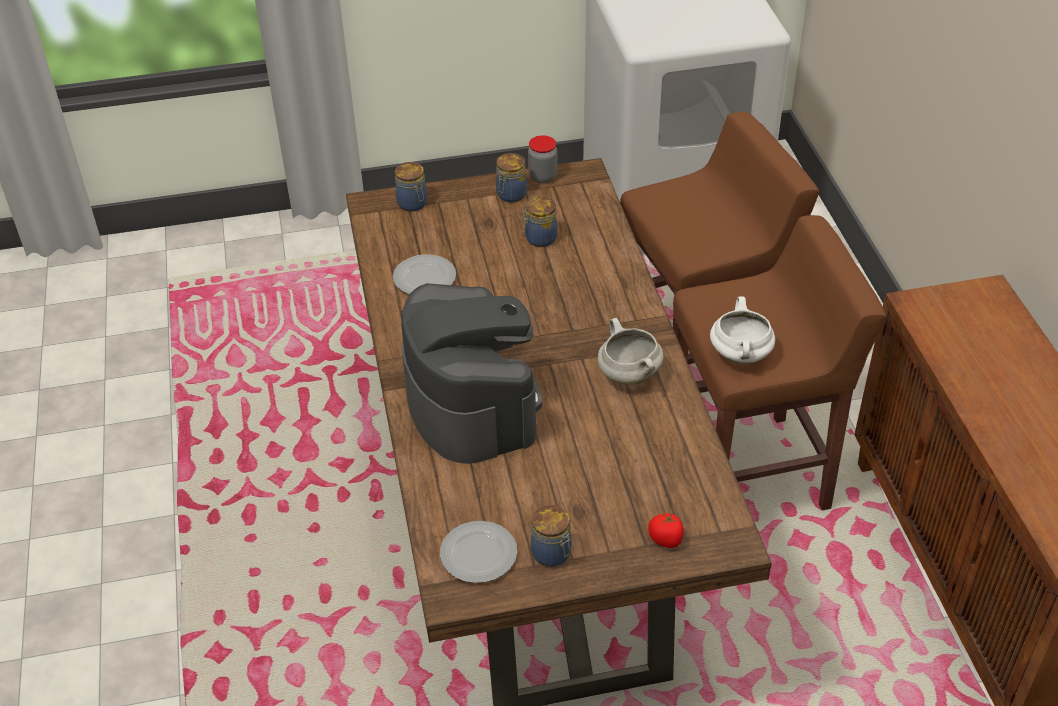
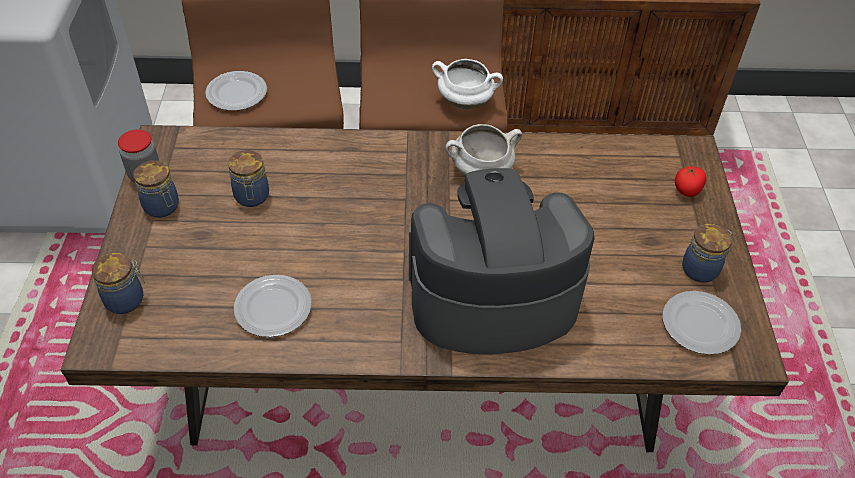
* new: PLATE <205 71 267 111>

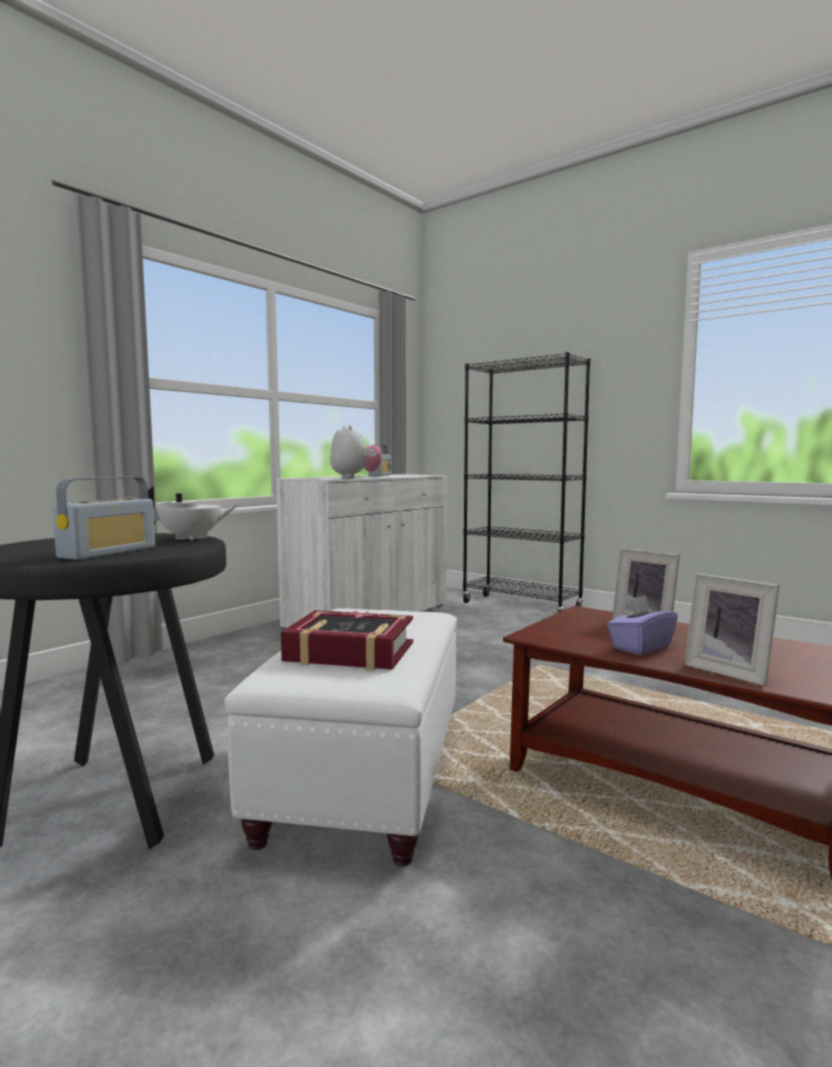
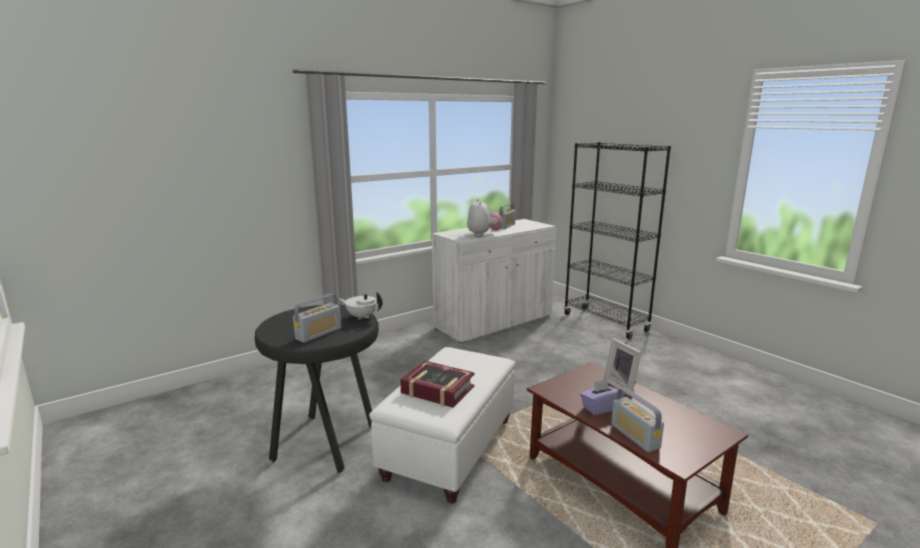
* rotated: WHITE TEAPOT <148 486 238 541> = <339 292 382 320> 150 degrees counterclockwise
* swapped: PICTURE FRAME <684 573 780 686> to RADIO <611 388 664 452>

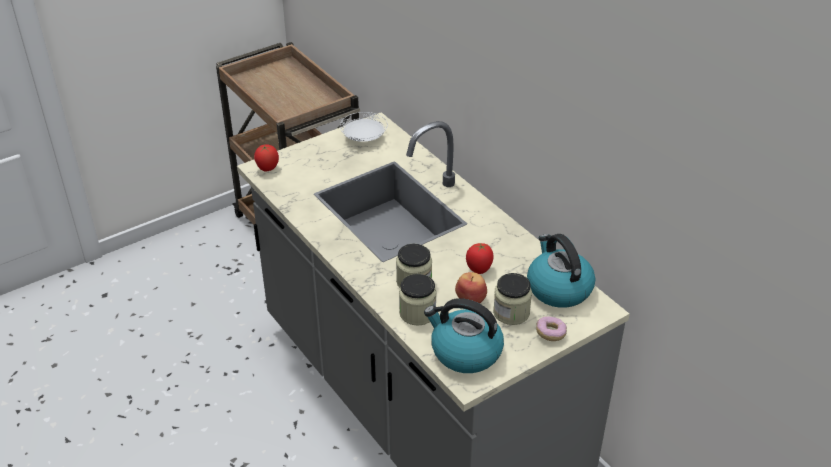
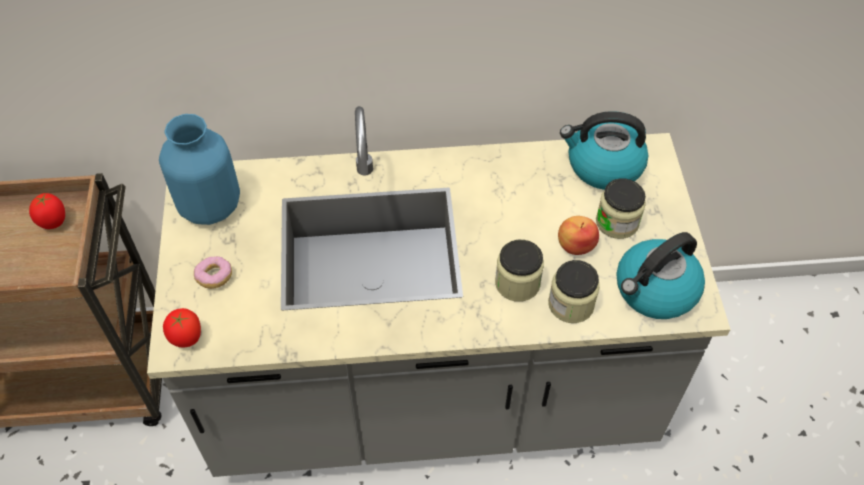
* swapped: WHITE PLATE <340 112 388 142> to BLUE VASE <159 114 240 225>
* shifted: TOMATO <466 243 494 274> to <29 193 65 229>
* shifted: DONUT <536 316 567 341> to <194 256 232 289>

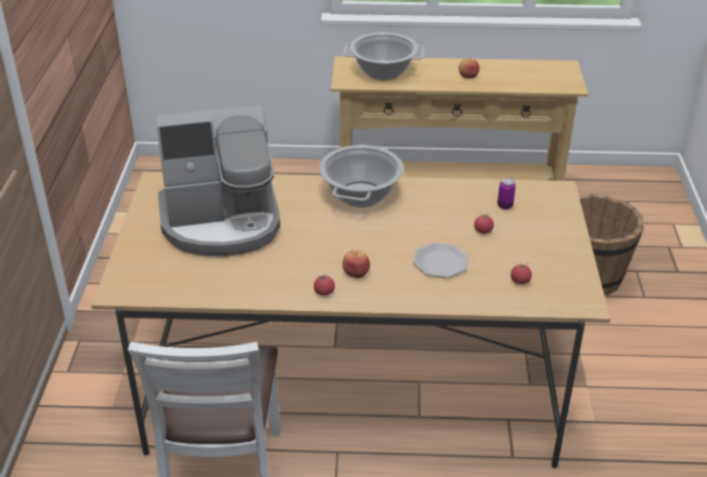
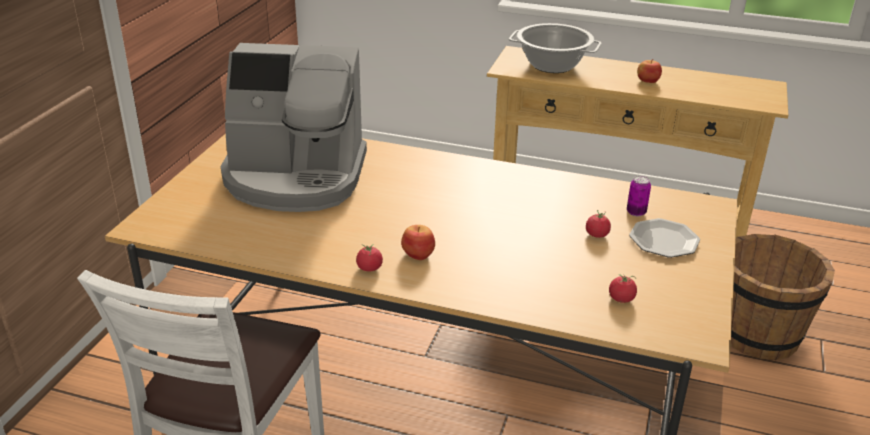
* gone: COOKING POT <319 145 404 207>
* shifted: PLATE <413 242 469 278> to <629 218 700 258>

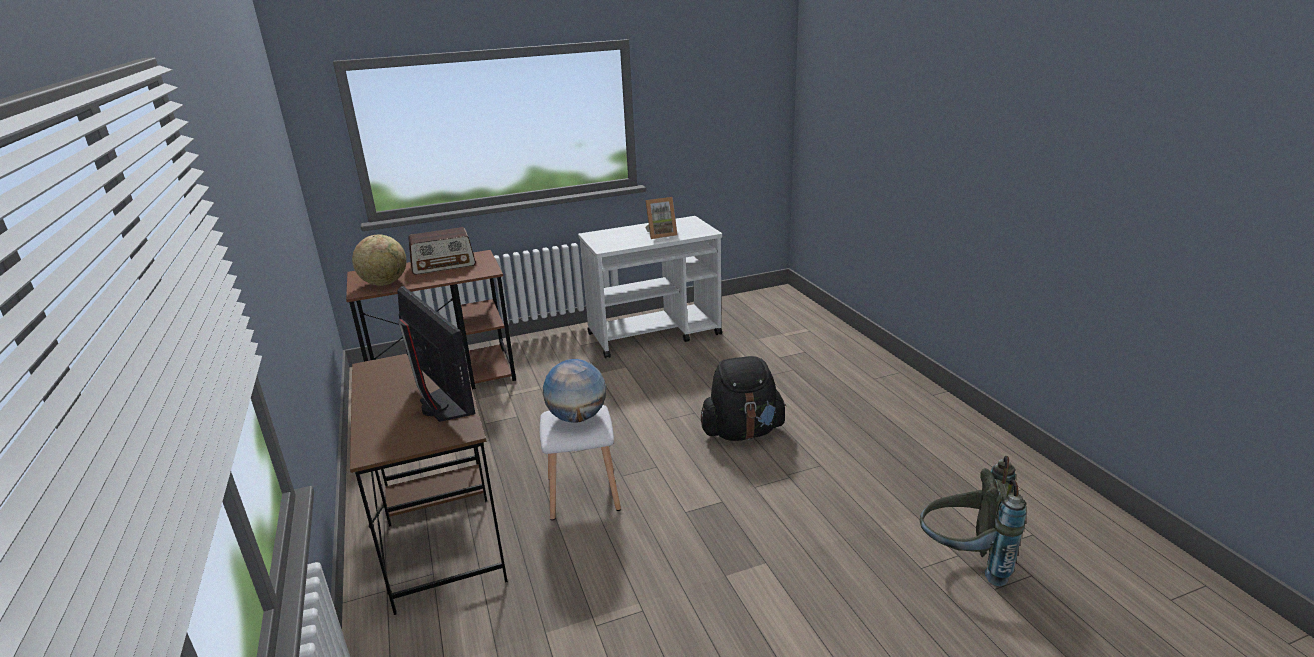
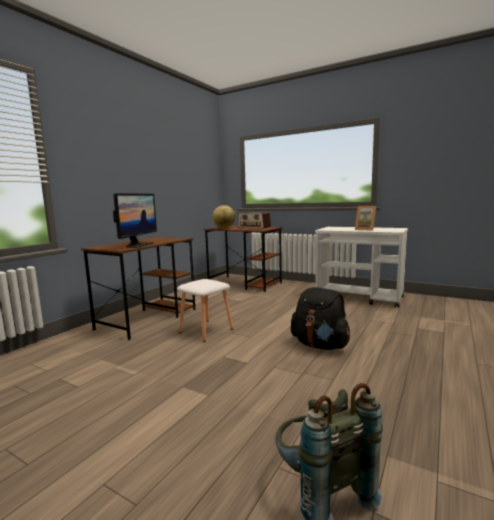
* gone: GLOBE <543 359 606 423>

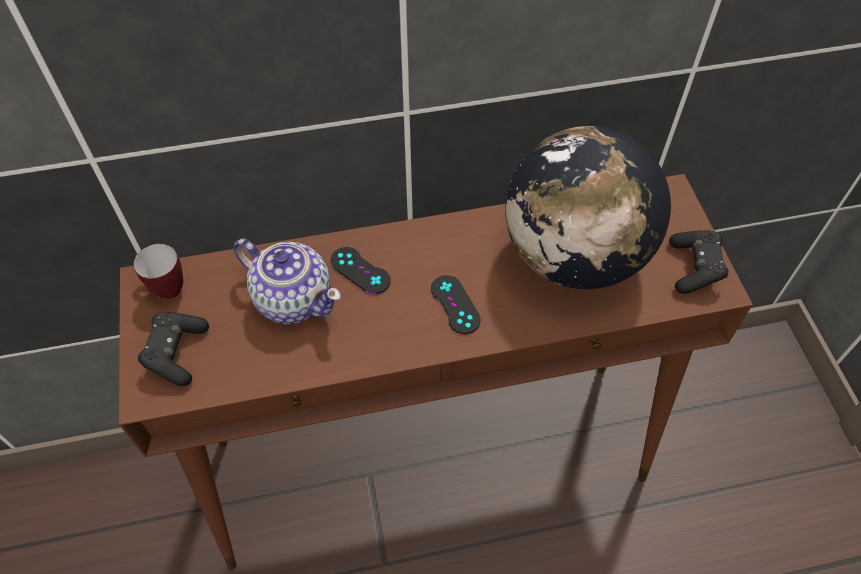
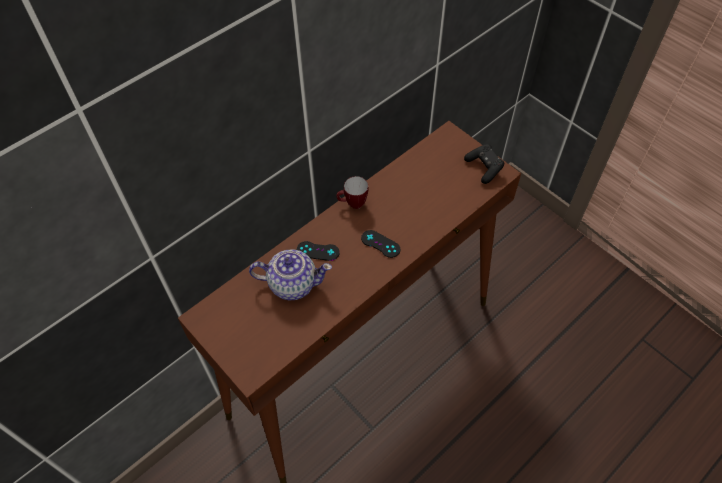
* gone: GLOBE <505 126 671 289>
* shifted: MUG <133 244 183 299> to <336 176 368 209>
* gone: BLACK GAME CONTROLLER <138 312 209 386>

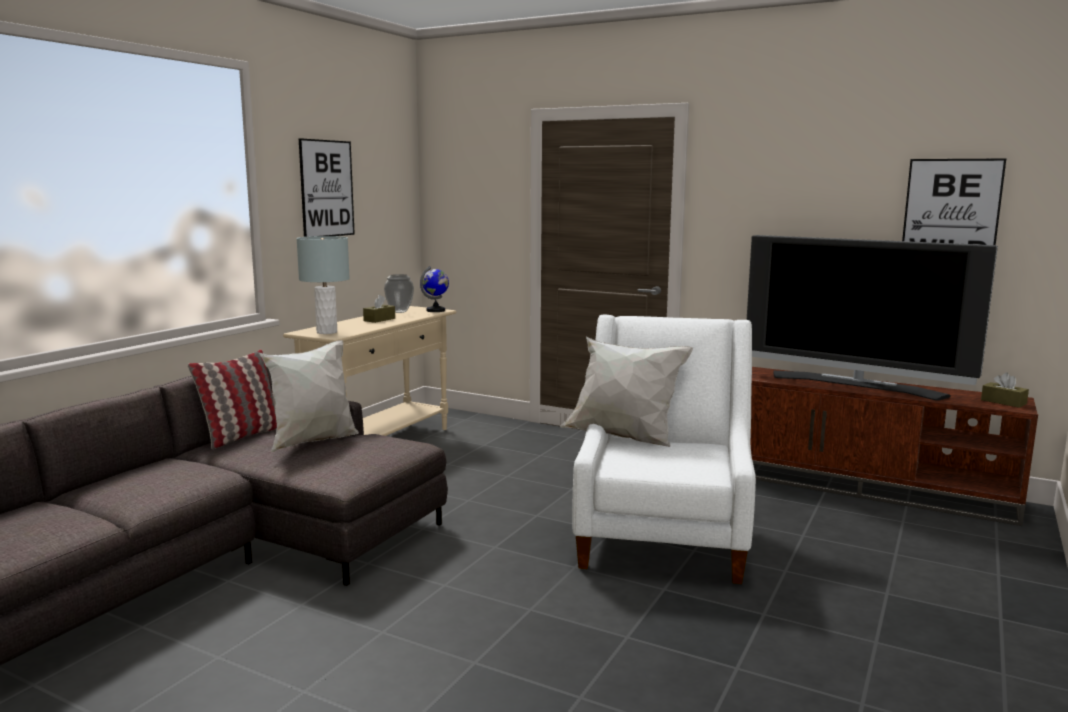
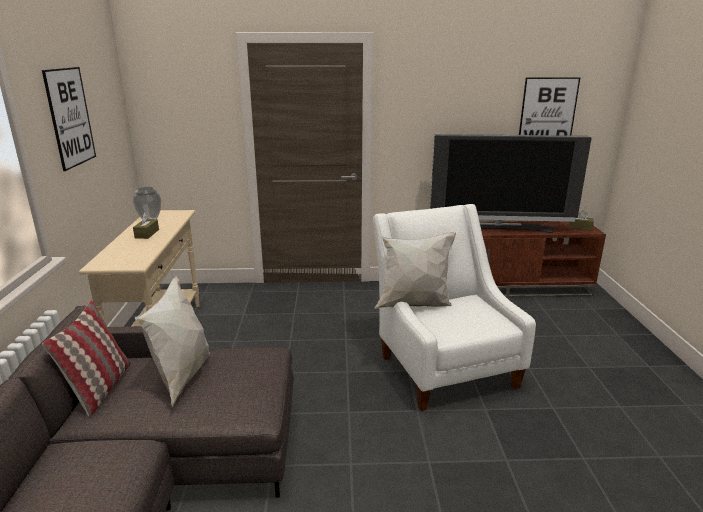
* gone: GREY TABLE LAMP <296 236 350 334>
* gone: GLOBE <420 266 449 312>

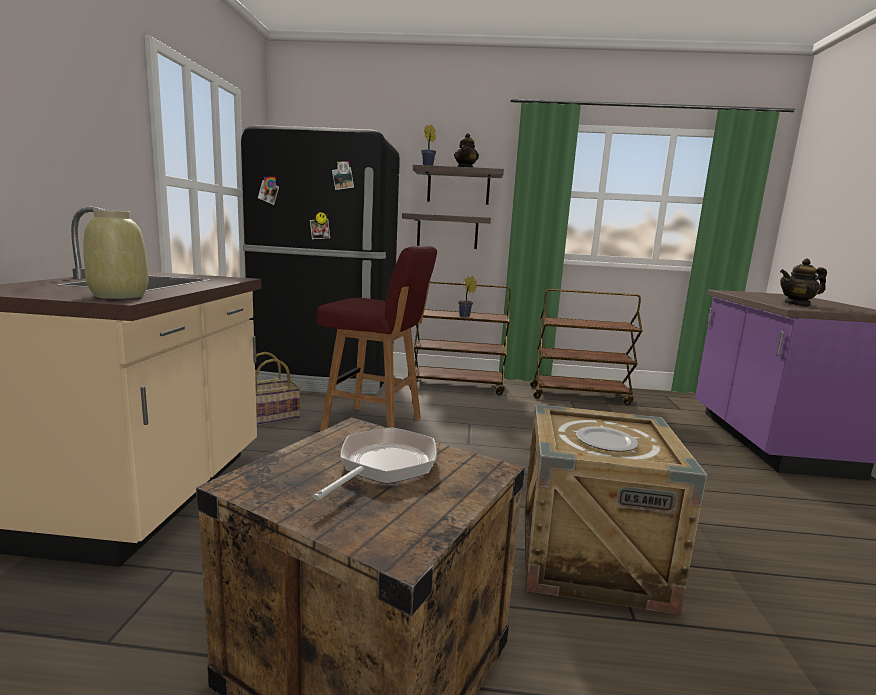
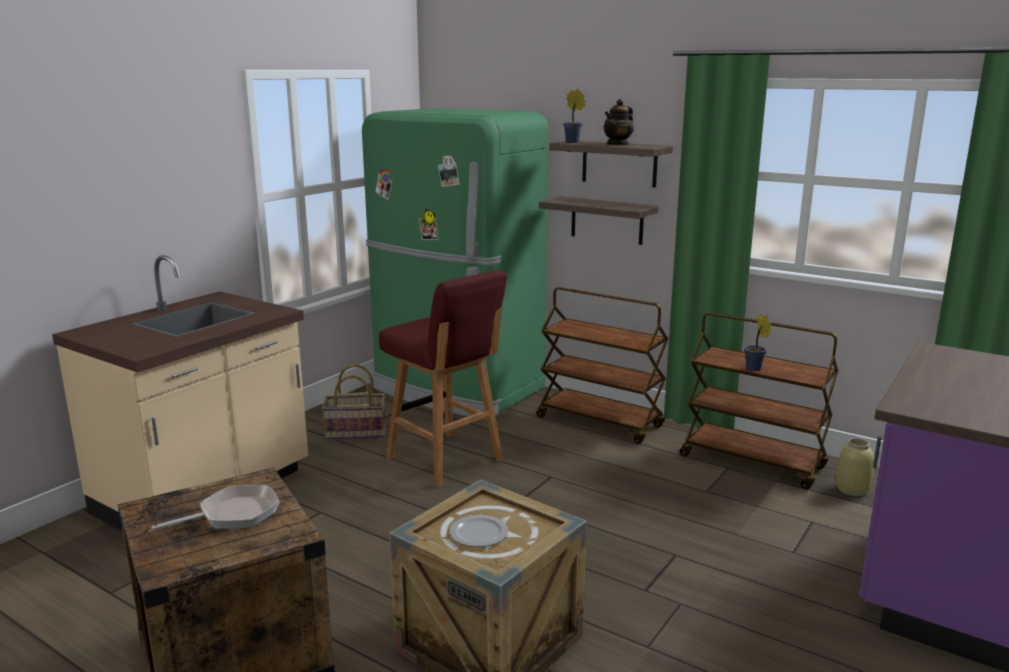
* repainted: BLACK FRIDGE <241 125 400 394> to GREEN FRIDGE <362 108 549 416>
* shifted: BEIGE VASE <83 210 148 299> to <836 438 874 496>
* gone: TEAPOT <780 259 827 306>
* shifted: POTTED PLANT <458 276 477 317> to <744 314 771 371>

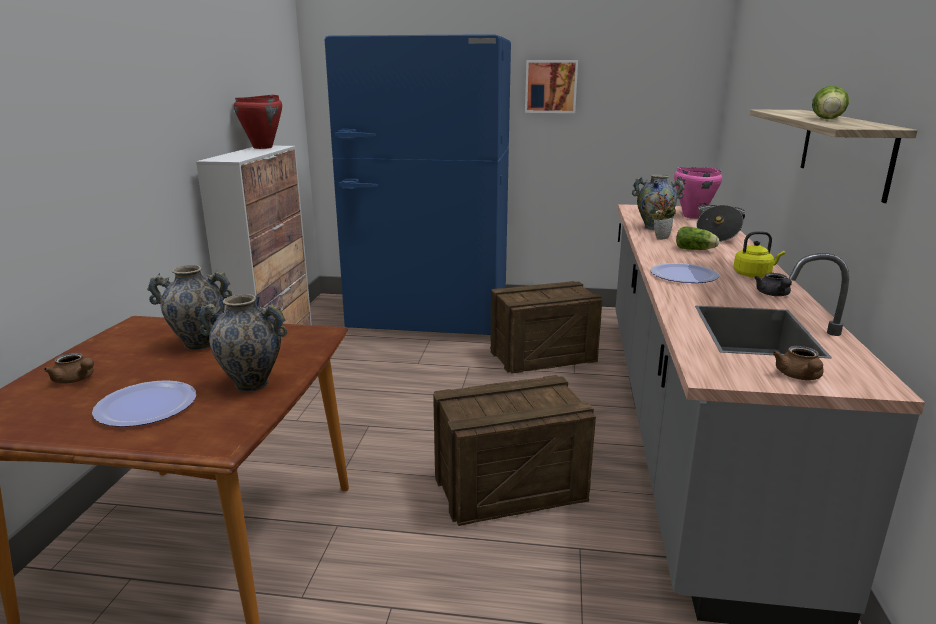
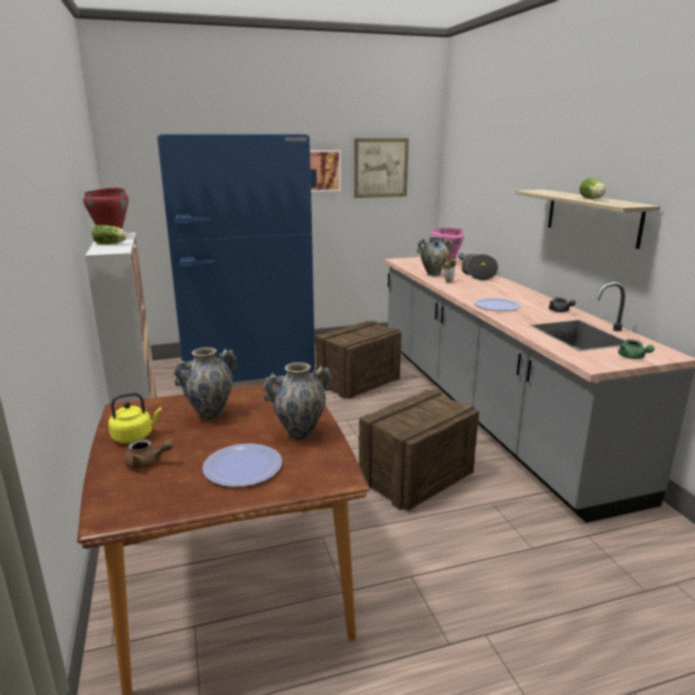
* shifted: LETTUCE <676 226 719 250> to <92 225 128 244>
* shifted: YELLOW KETTLE <734 231 785 277> to <108 392 162 443>
* repainted: BROWN TEAPOT <772 346 823 380> to GREEN TEAPOT <618 339 655 359>
* new: PICTURE <354 138 409 198>

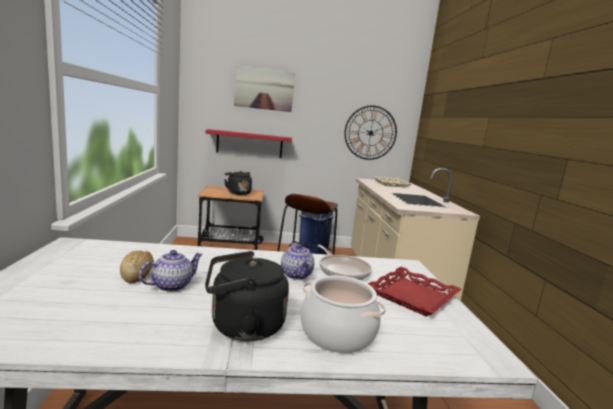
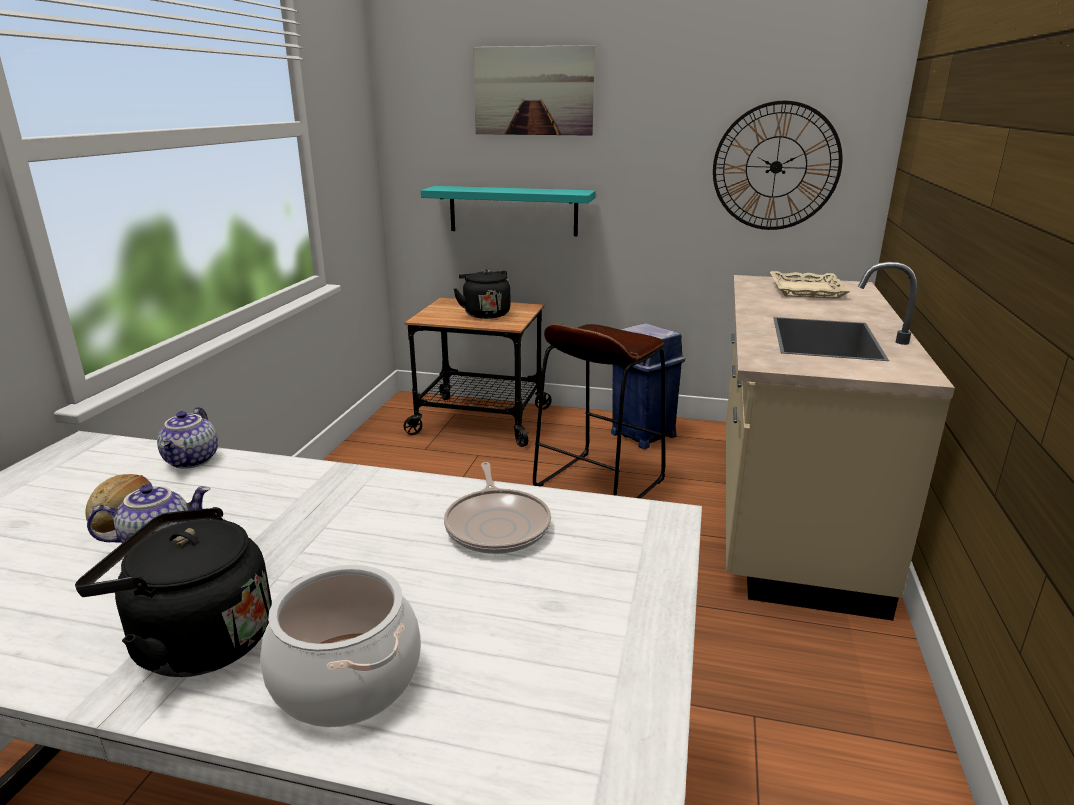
* repainted: RED SHELF <205 129 292 158> to TURQUOISE SHELF <421 186 595 236>
* shifted: TEAPOT <281 242 314 280> to <157 407 218 469>
* gone: RED TRAY <368 267 461 317>

